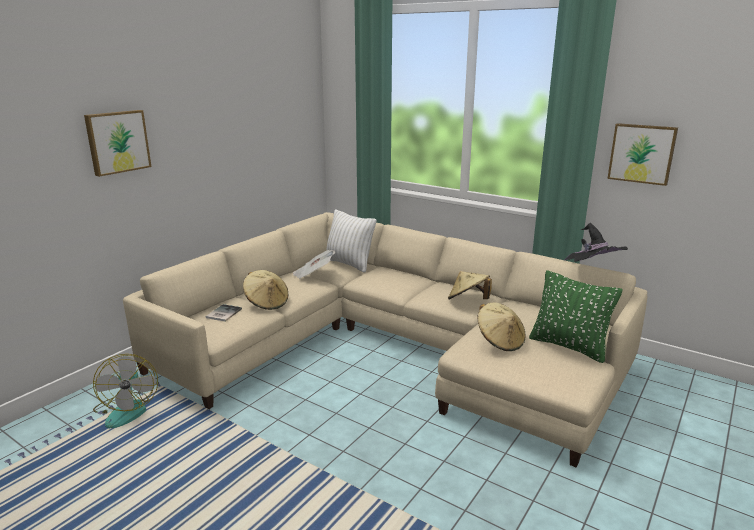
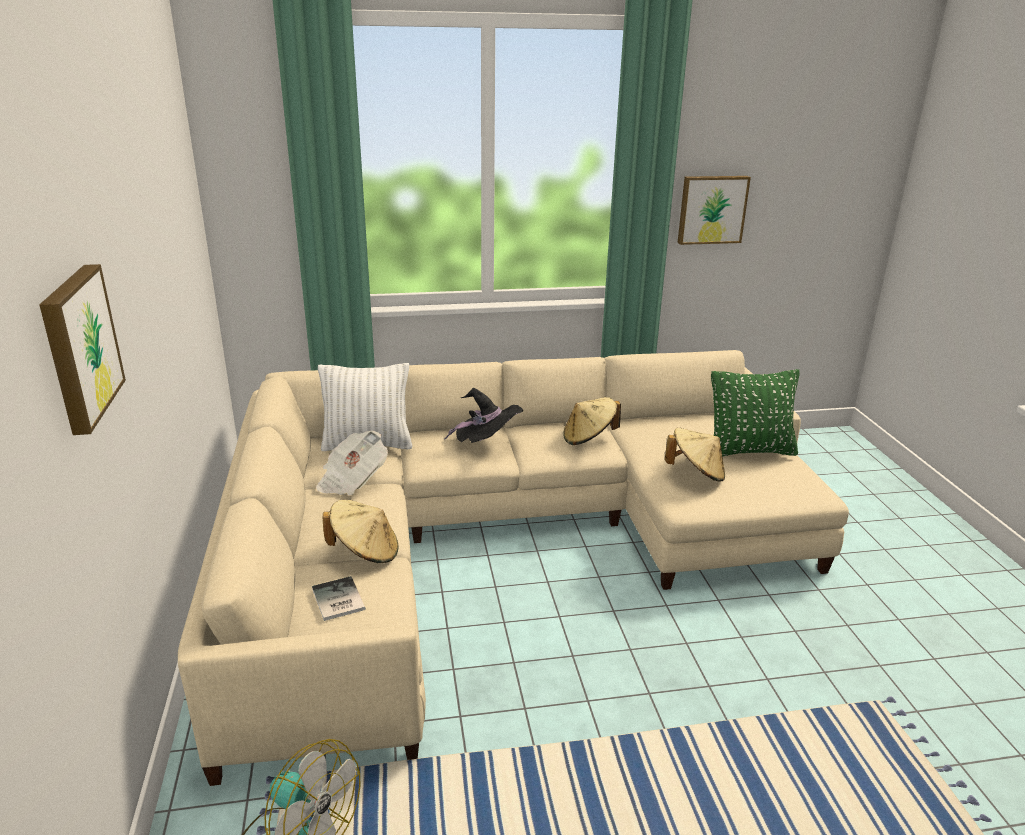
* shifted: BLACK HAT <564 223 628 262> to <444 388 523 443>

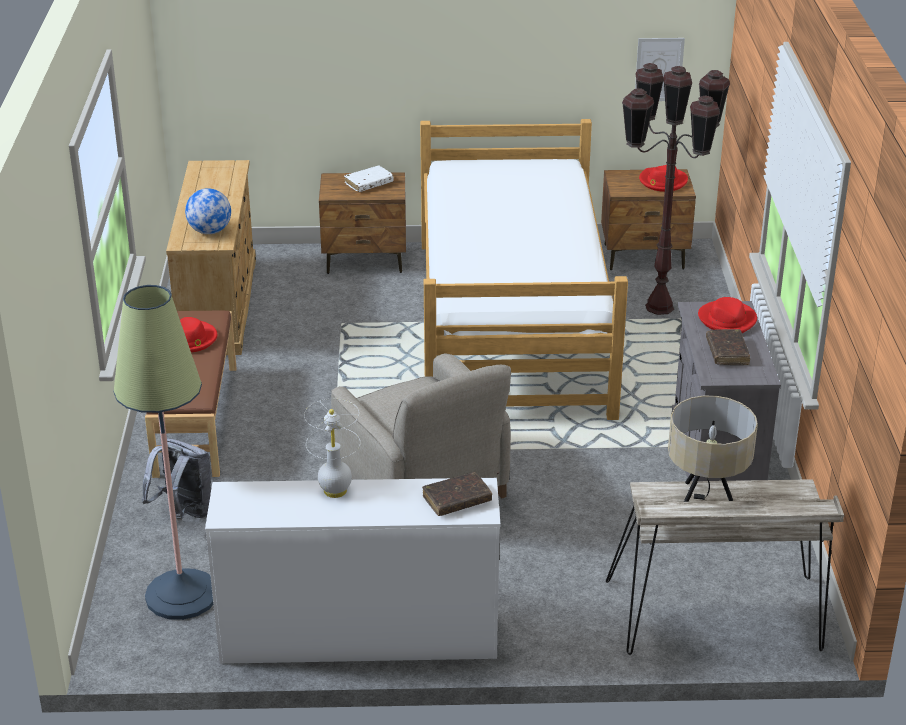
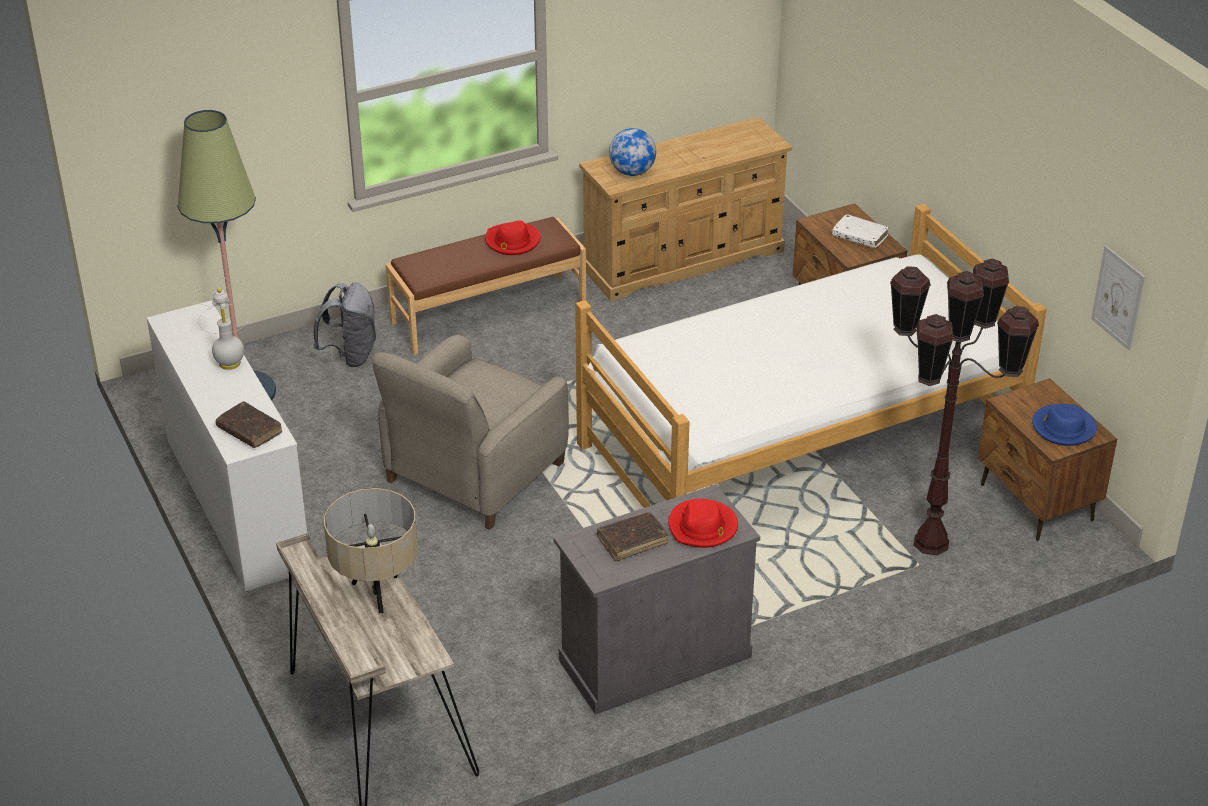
* repainted: RED HAT <639 165 688 192> to BLUE HAT <1032 404 1097 446>

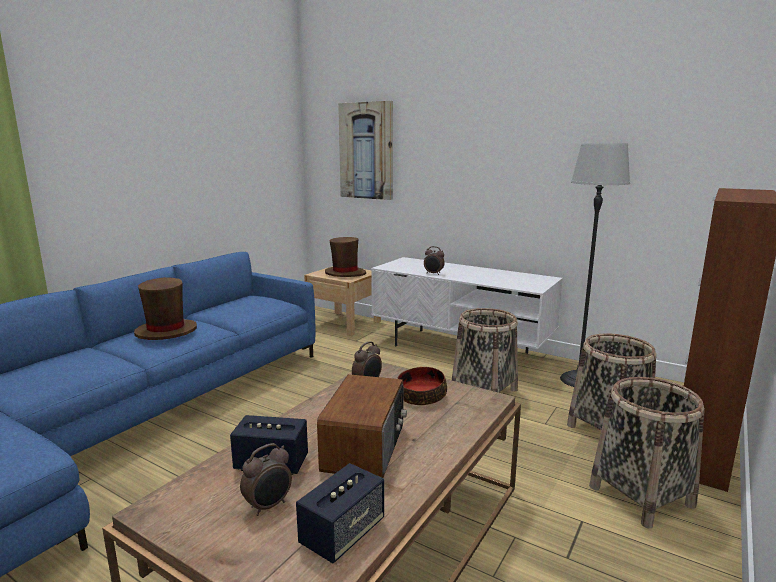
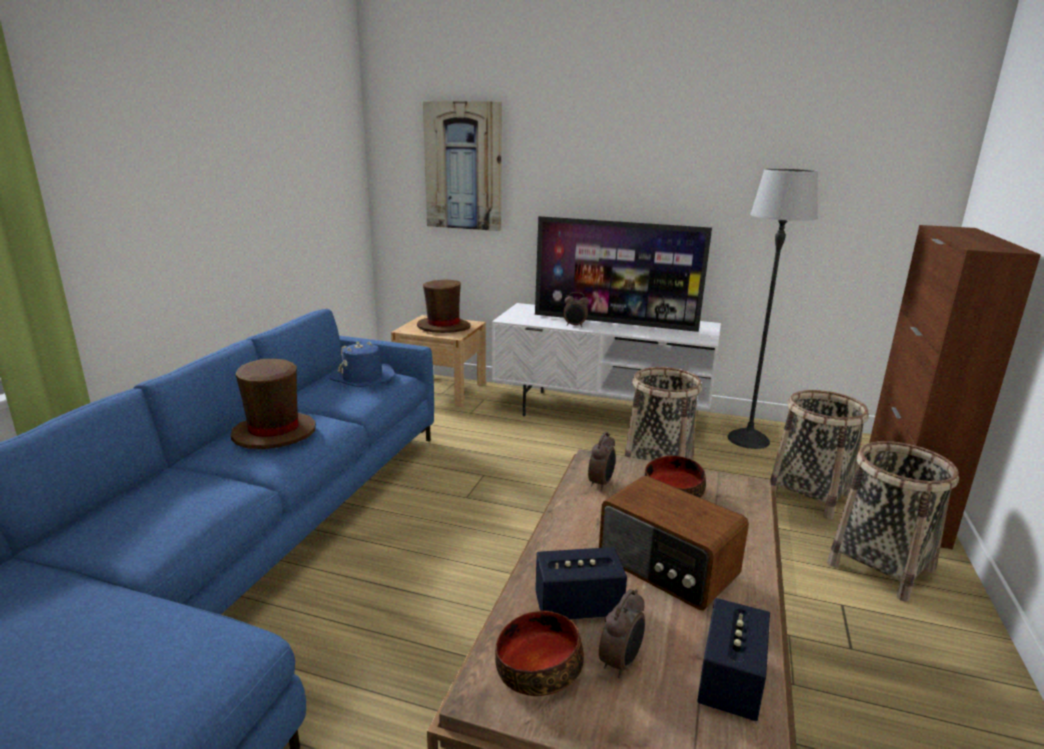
* rotated: RADIO <317 374 407 478> = <599 476 749 611> 135 degrees clockwise
* new: TELEVISION <535 216 712 332>
* new: BLUE HAT <330 341 395 387>
* new: BOWL <495 611 584 696>

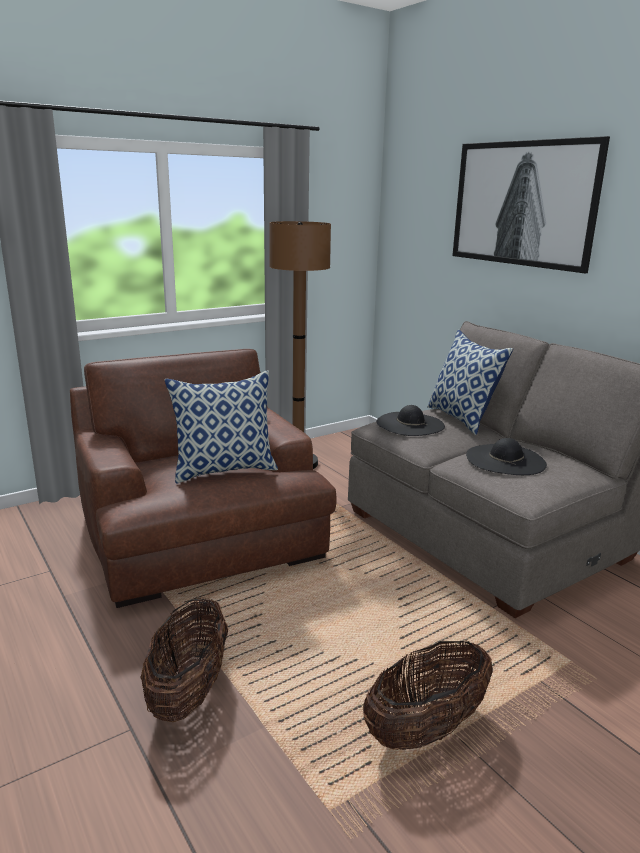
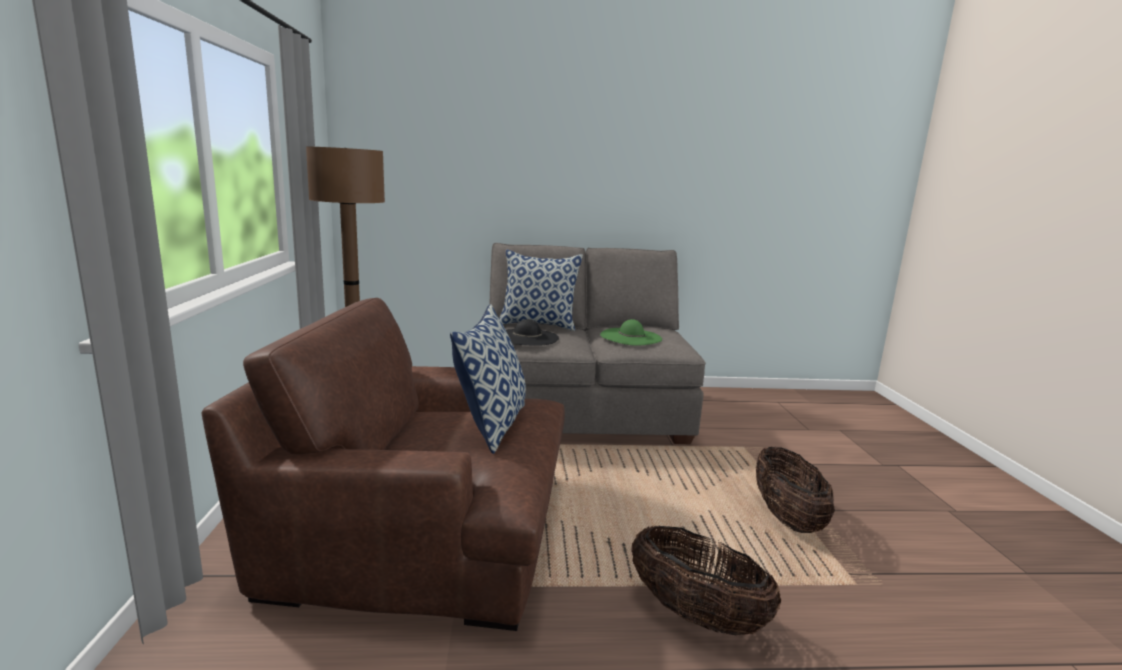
* gone: PICTURE <452 136 610 273>
* repainted: BLACK HAT <466 438 547 475> to GREEN HAT <600 319 662 345>

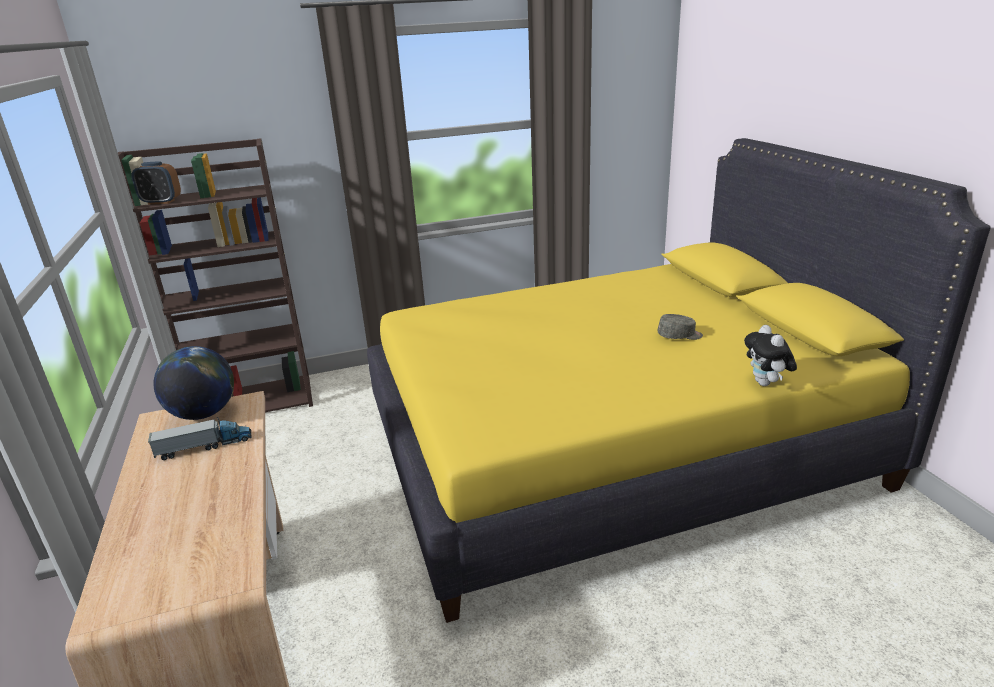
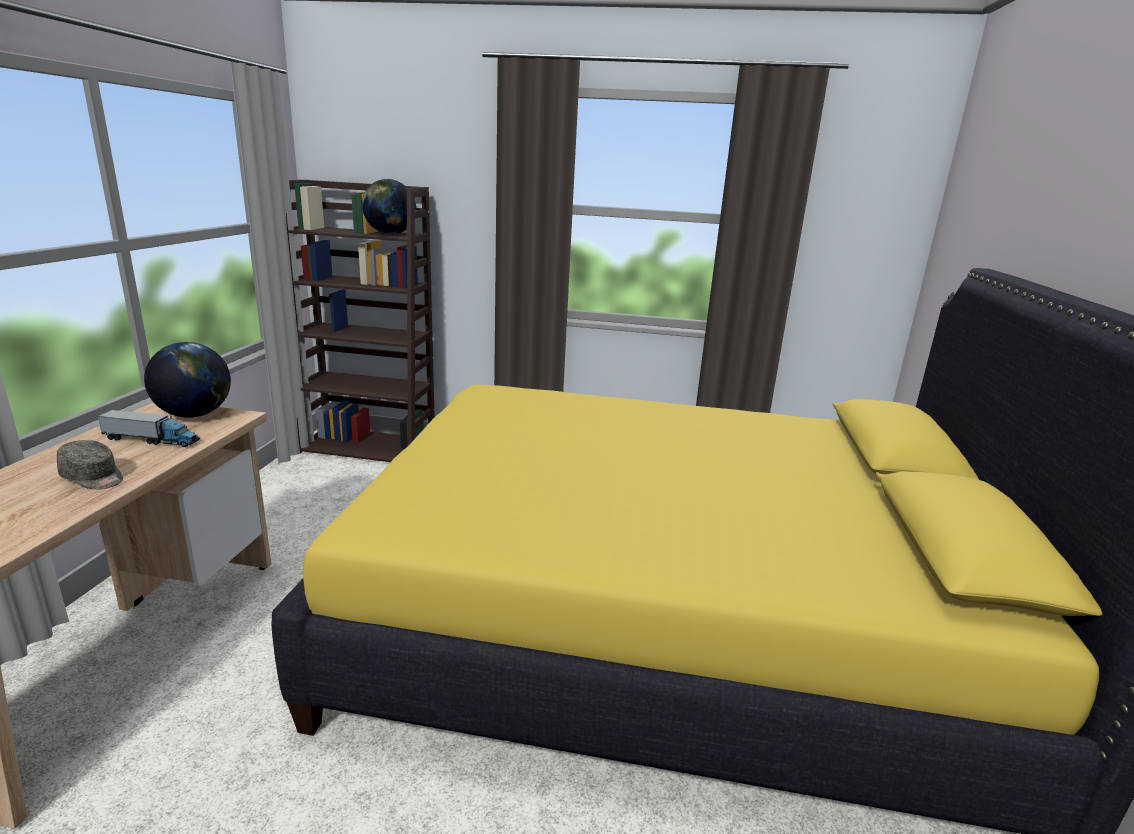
* gone: ALARM CLOCK <131 162 181 205>
* shifted: GREY CAP <658 314 703 340> to <57 440 123 489>
* gone: PLUSH TOY <744 325 797 386>
* new: GLOBE <362 179 416 235>

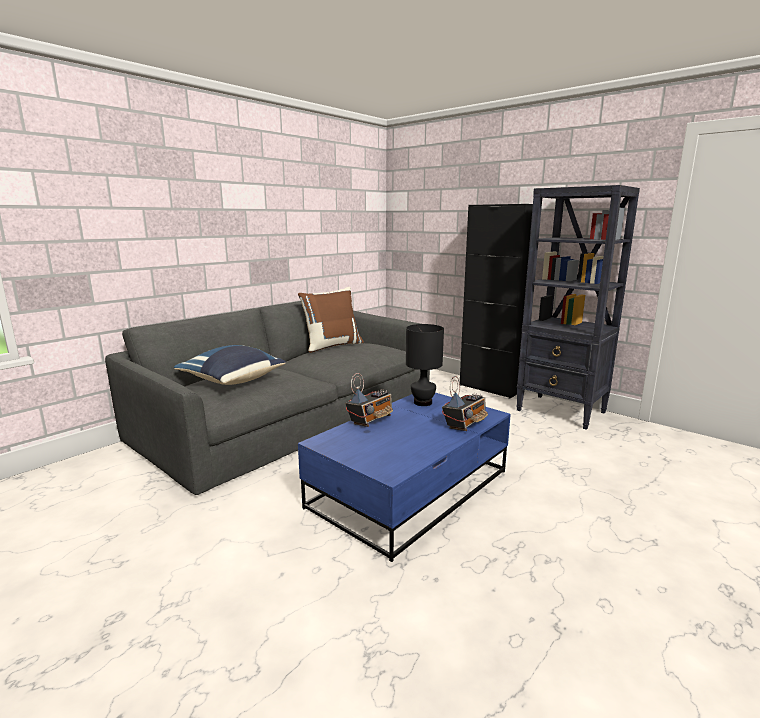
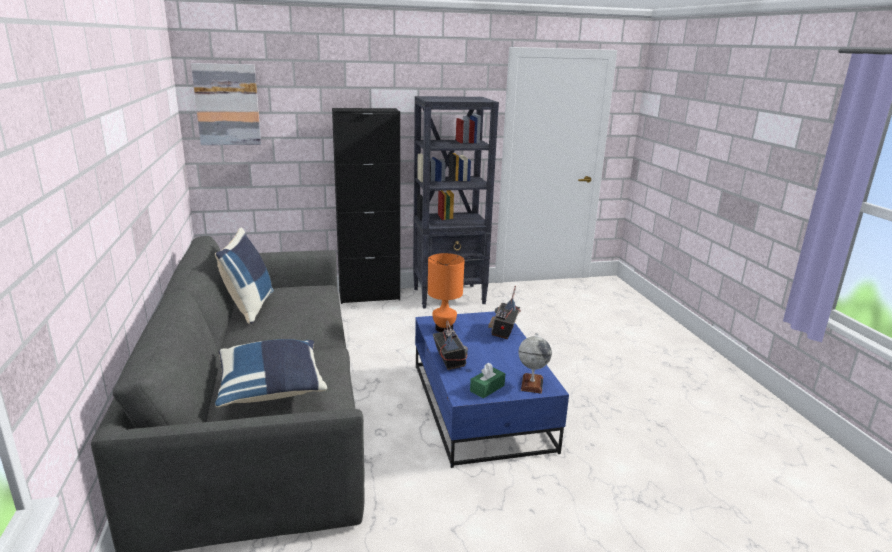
* repainted: BROWN PILLOW <298 287 364 353> to BLUE PILLOW <215 228 274 324>
* repainted: BLACK TABLE LAMP <406 324 444 406> to ORANGE TABLE LAMP <428 253 465 332>
* rotated: RADIO <442 376 488 431> = <488 285 521 339> 150 degrees counterclockwise
* new: PICTURE <191 63 261 145>
* new: GLOBE <518 333 552 394>
* new: GREEN TISSUE BOX <470 363 505 398>

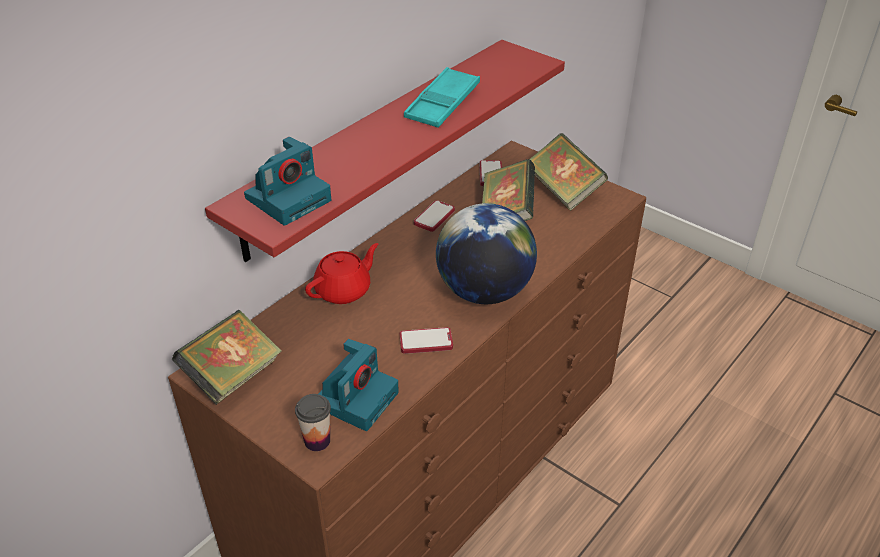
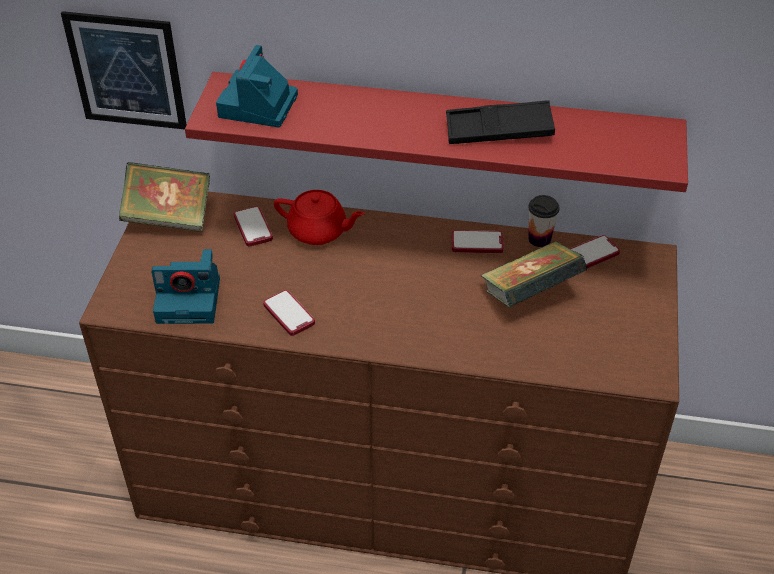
* repainted: TURQUOISE TRAY <404 67 480 128> to BLACK TRAY <446 100 555 144>
* gone: BOOK <530 133 608 211>
* rotated: PHOTO CAMERA <244 137 331 226> = <216 45 298 127> 90 degrees clockwise
* gone: GLOBE <436 203 537 304>
* shifted: CUP <295 394 331 451> to <528 195 559 247>
* new: PICTURE <61 11 187 130>
* new: PHONE <234 206 273 246>

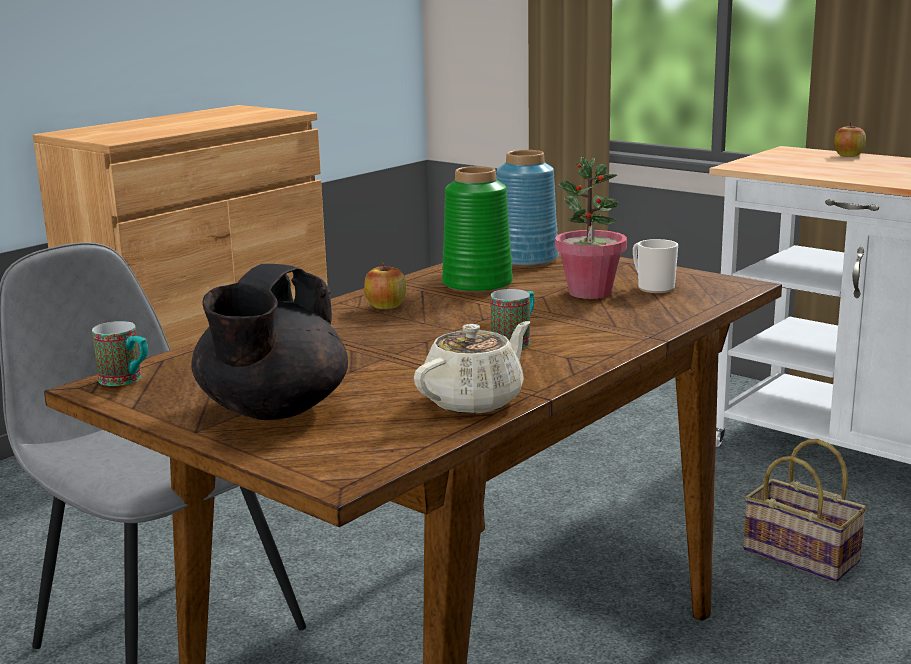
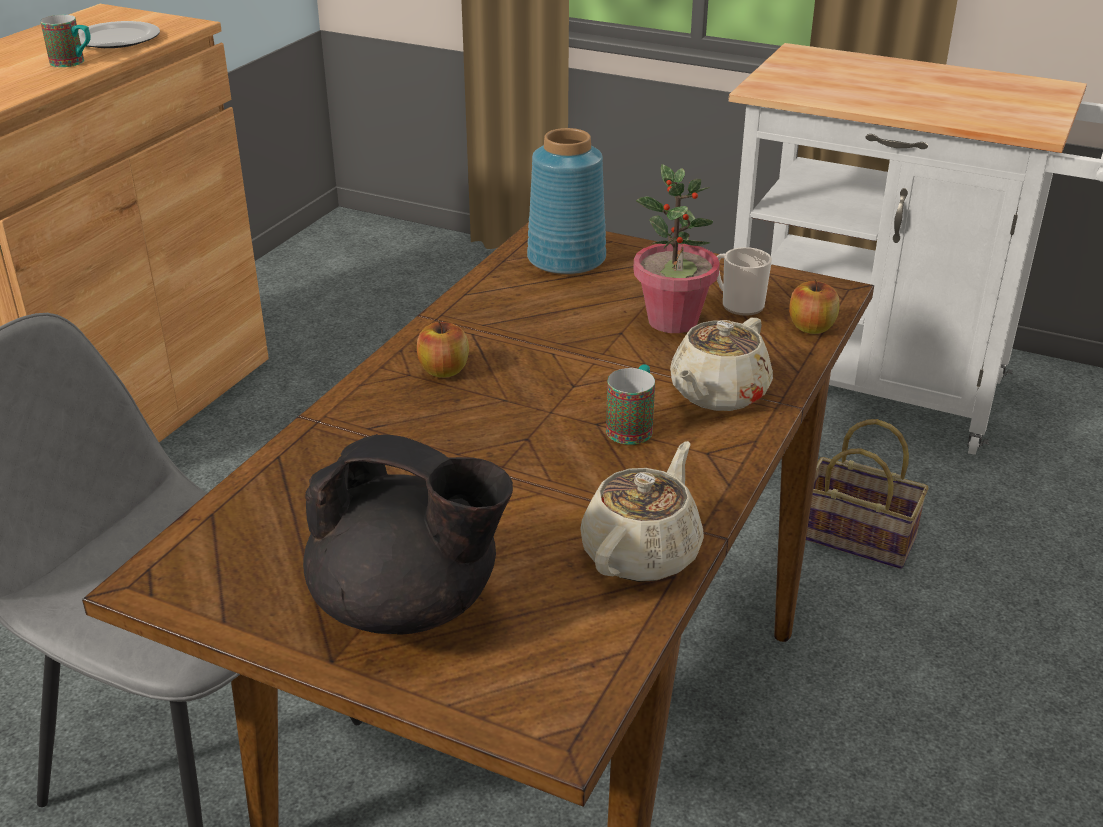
* shifted: APPLE <834 123 866 157> to <789 280 839 334>
* gone: GREEN VASE <442 166 513 293>
* rotated: BLACK TEAPOT <192 264 348 420> = <303 434 513 635> 75 degrees counterclockwise
* shifted: MUG <92 321 148 386> to <40 15 91 67>
* new: PLATE <78 21 160 48>
* new: BEIGE TEAPOT <670 318 773 411>

